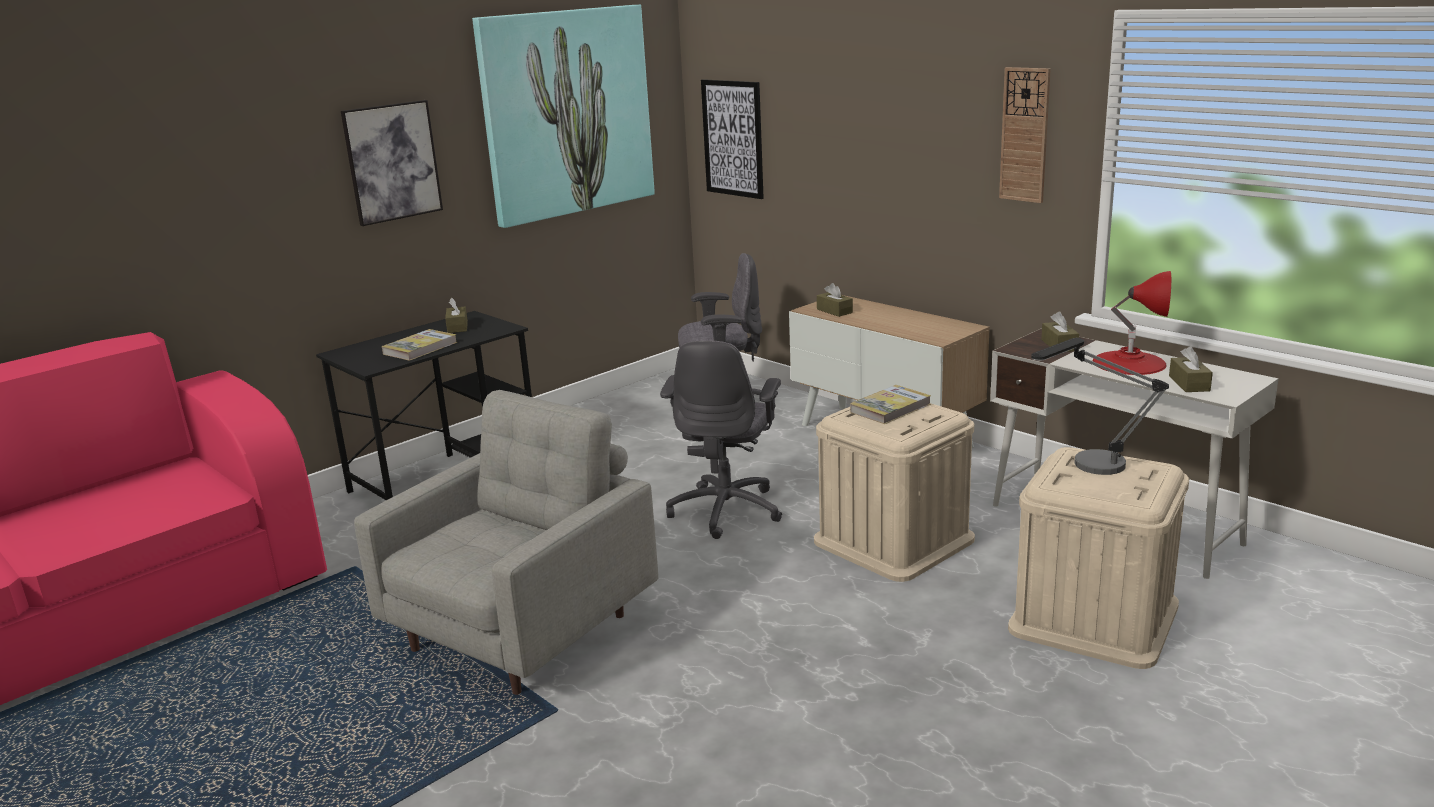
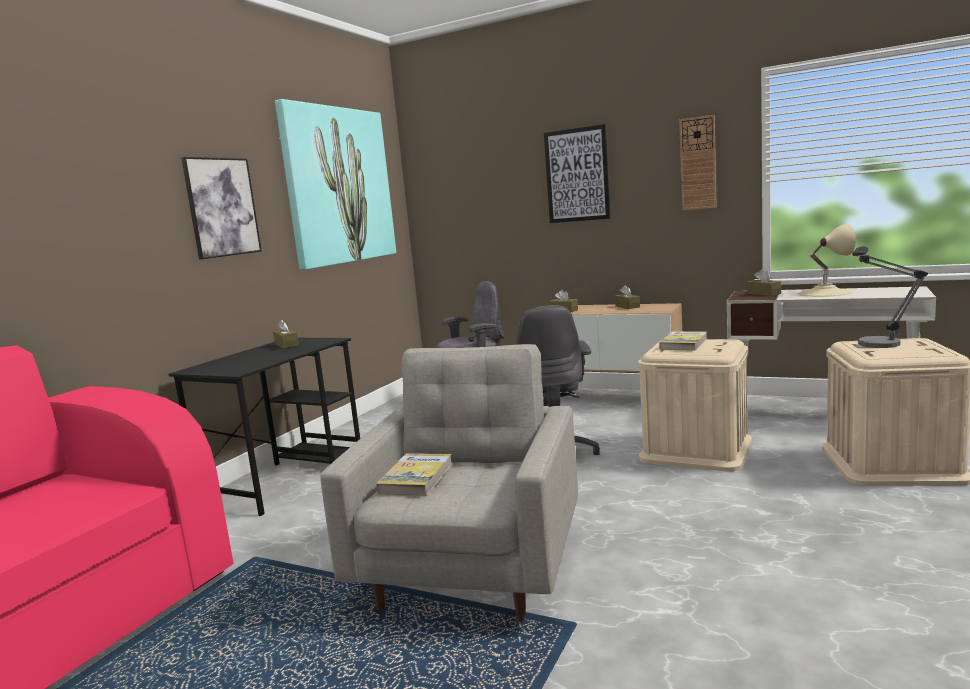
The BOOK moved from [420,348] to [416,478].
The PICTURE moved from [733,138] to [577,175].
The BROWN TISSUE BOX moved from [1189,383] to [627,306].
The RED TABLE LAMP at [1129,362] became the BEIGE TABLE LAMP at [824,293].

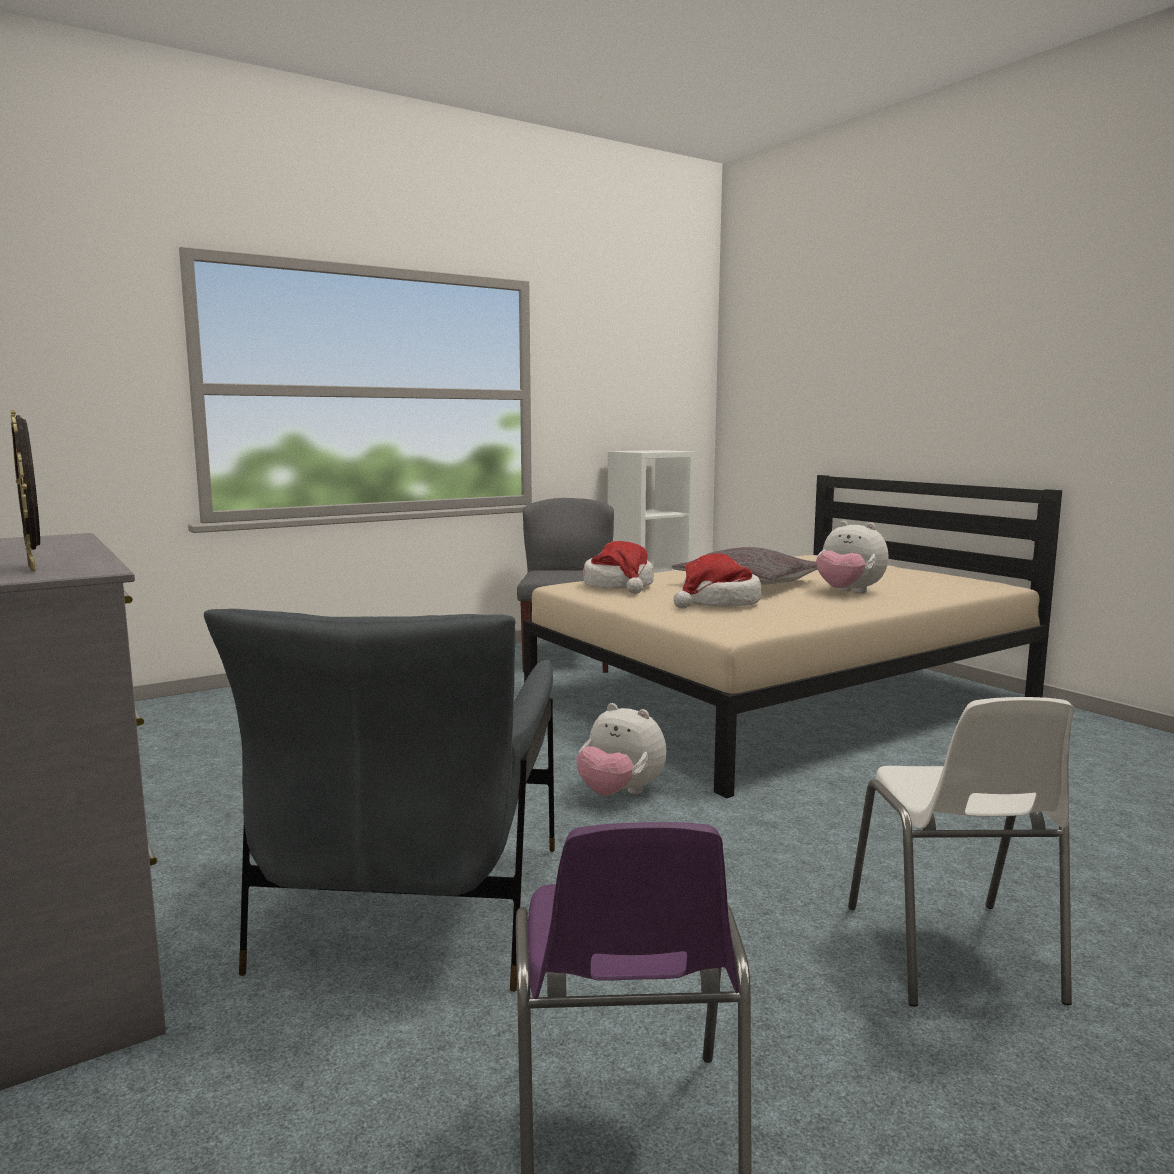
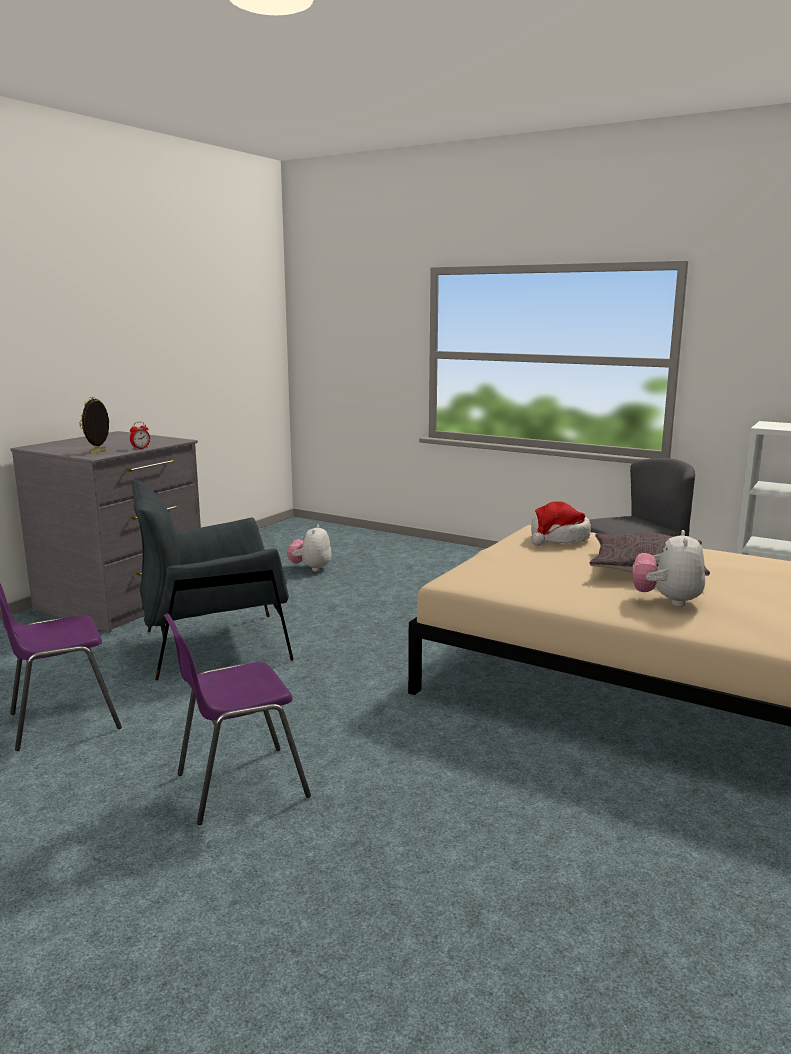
The HAT at [718,603] disappeared.
The ALARM CLOCK at [140,448] appeared.
The PLUSH TOY moved from [620,793] to [310,568].
The WHITE CHAIR at [953,956] became the PURPLE CHAIR at [238,785].

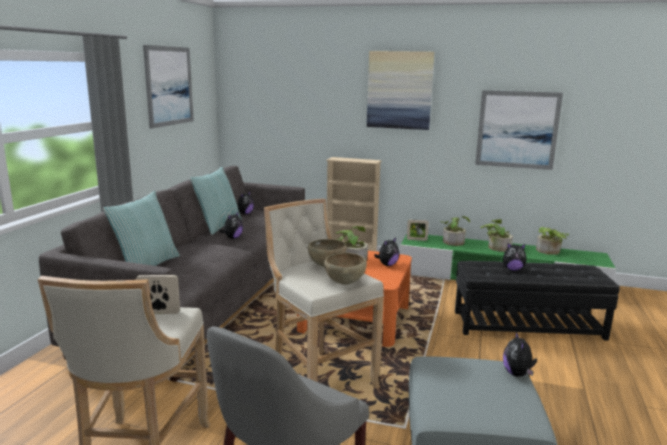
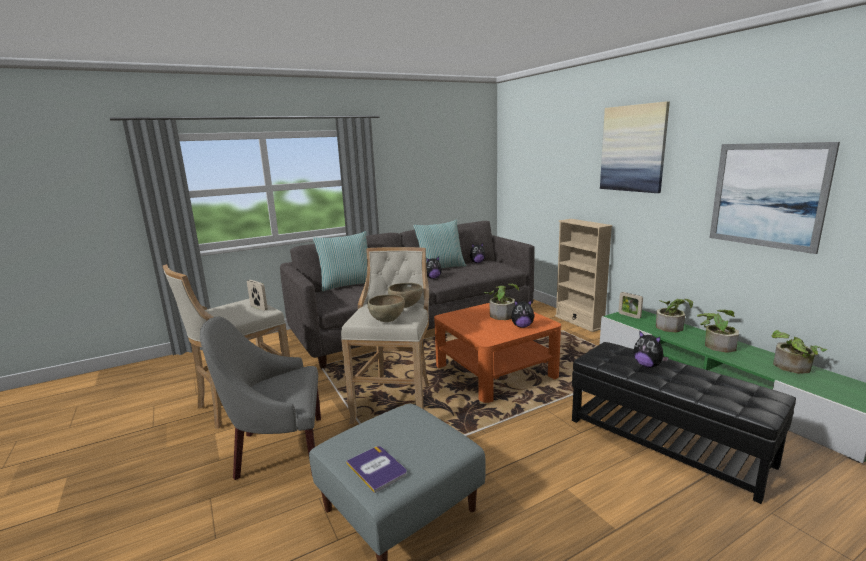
The PICTURE at [169,86] disappeared.
The PLUSH TOY at [517,374] disappeared.
The BOOK at [377,469] appeared.

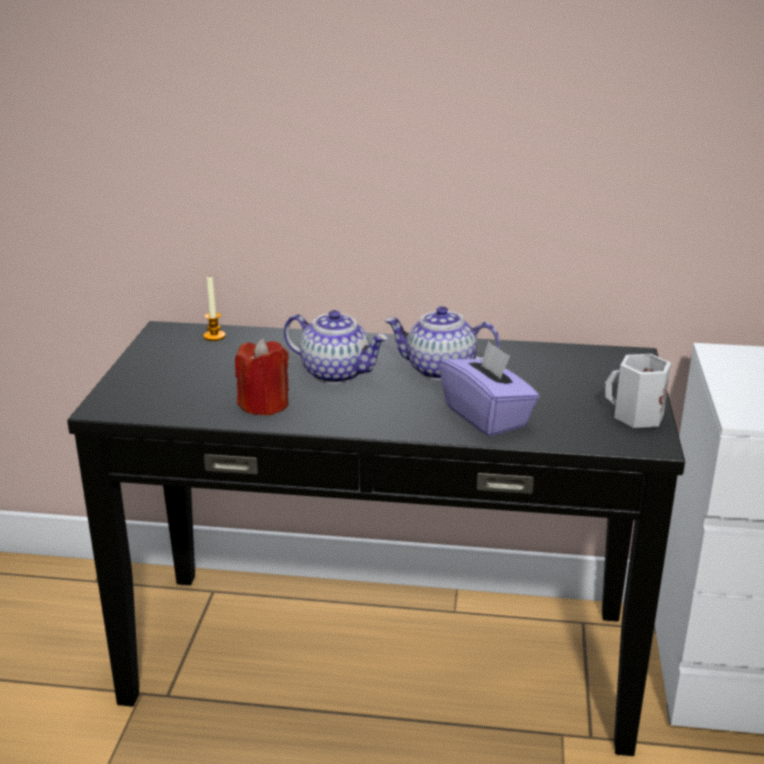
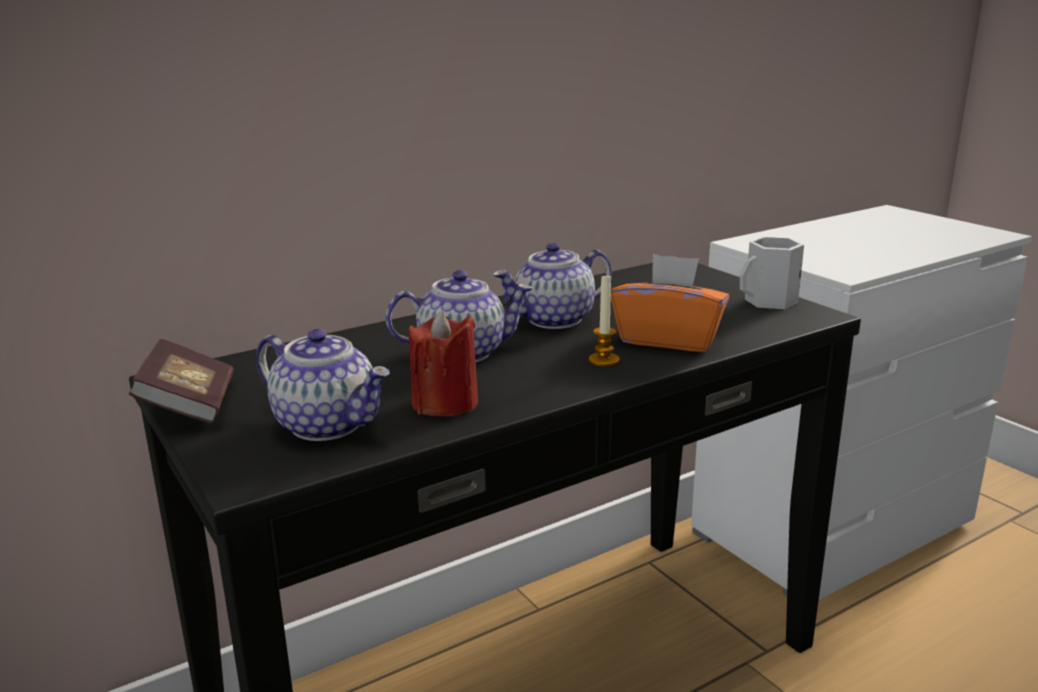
The BOOK at [189,406] appeared.
The TEAPOT at [328,424] appeared.
The CANDLE moved from [214,336] to [604,360].
The PURPLE TISSUE BOX at [487,416] became the ORANGE TISSUE BOX at [668,339].

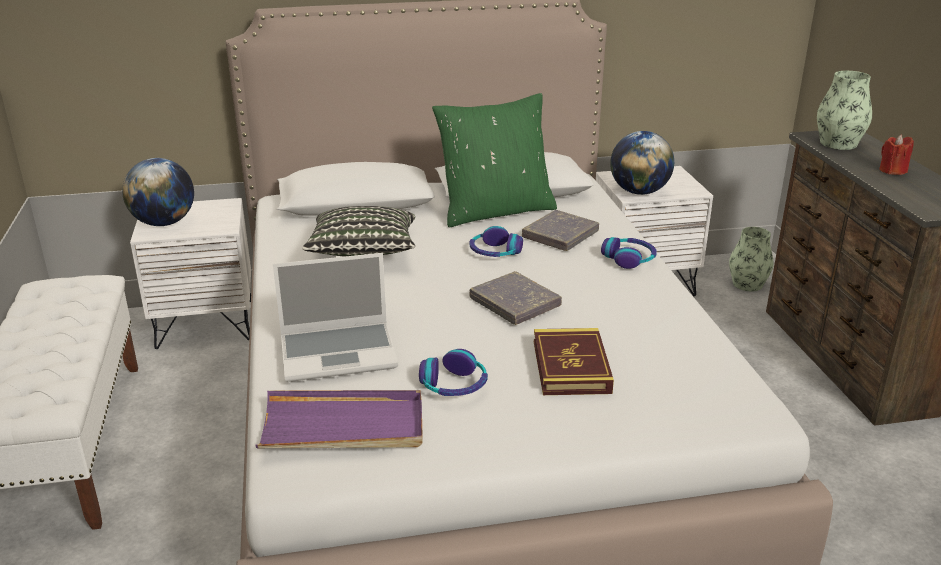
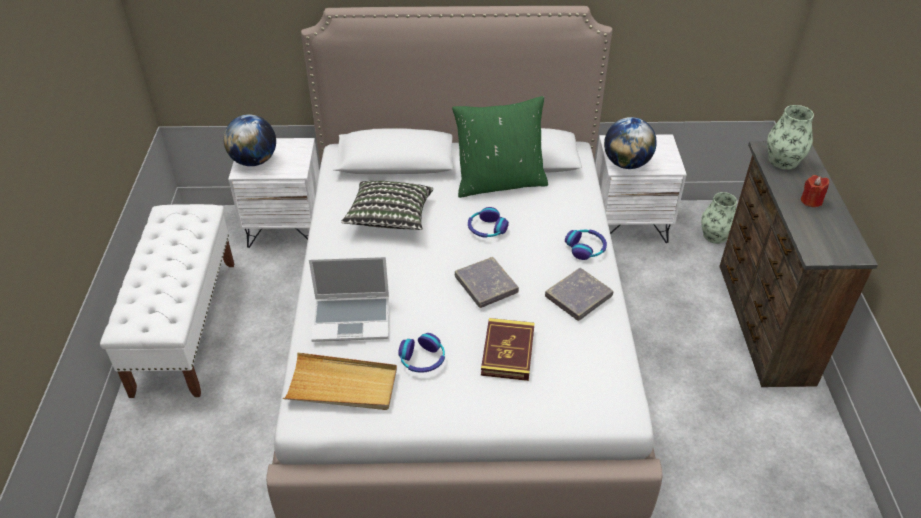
The GREY BOOK moved from [560,235] to [578,297].
The PURPLE TRAY at [343,426] became the BEIGE TRAY at [342,385].

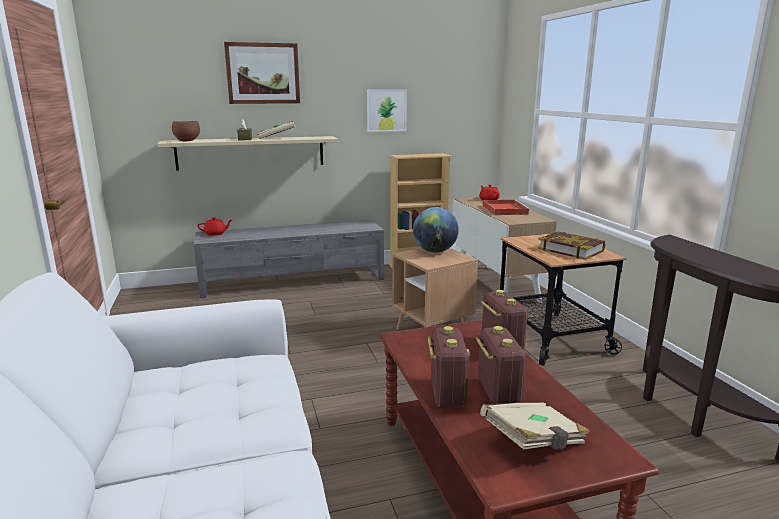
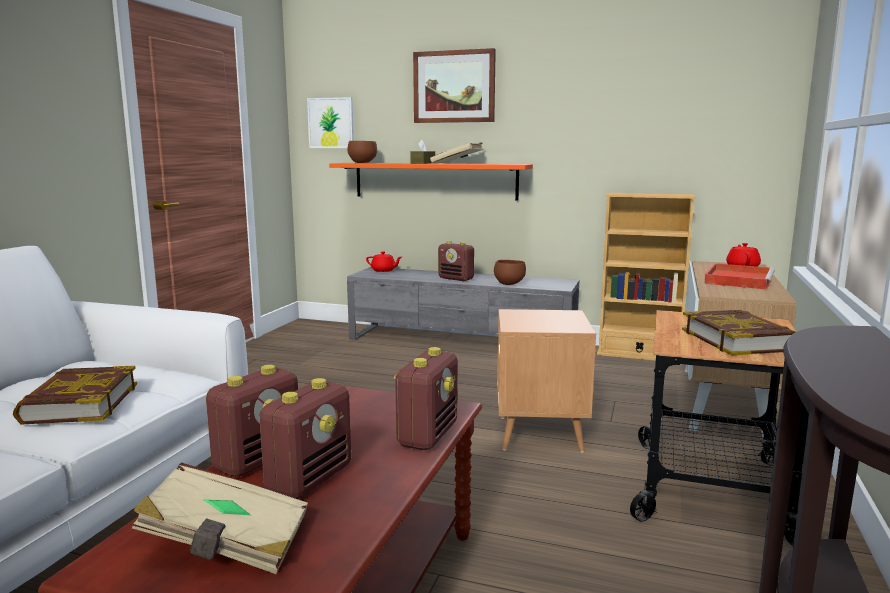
The GLOBE at [435,251] disappeared.
The BOOK at [80,403] appeared.
The RADIO at [456,279] appeared.
The BROWN BOWL at [509,284] appeared.
The PICTURE moved from [386,110] to [331,123].
The BEIGE SHELF at [251,152] became the ORANGE SHELF at [434,180].

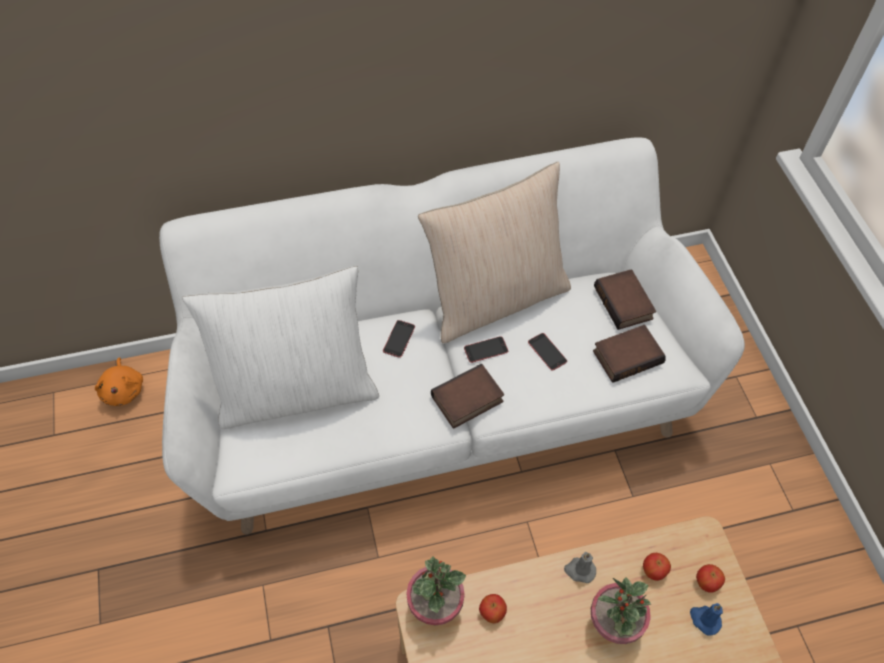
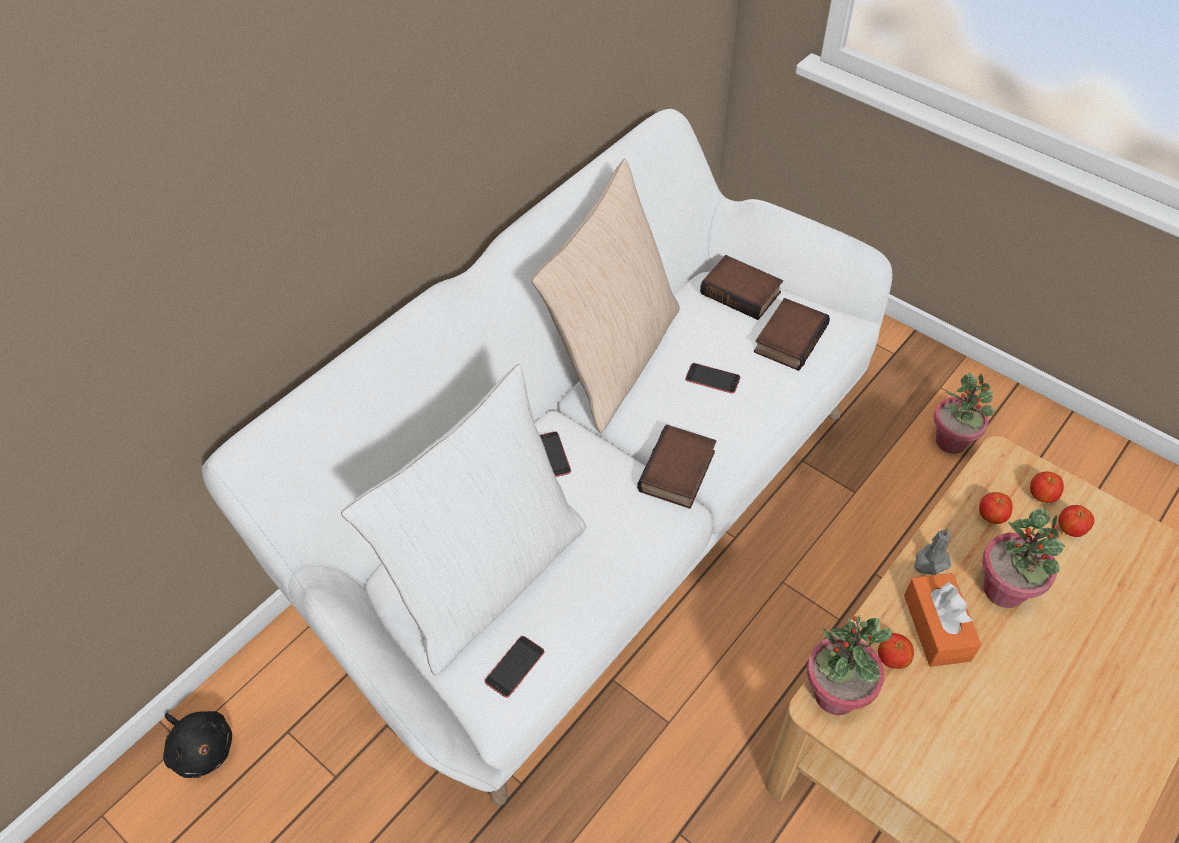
The ORANGE TISSUE BOX at [936,627] appeared.
The POTTED PLANT at [951,442] appeared.
The PHONE moved from [486,349] to [515,666].
The BLUE CANDLE at [704,619] was replaced by the APPLE at [1070,529].
The ORANGE PLUSH TOY at [124,390] became the BLACK PLUSH TOY at [202,748].

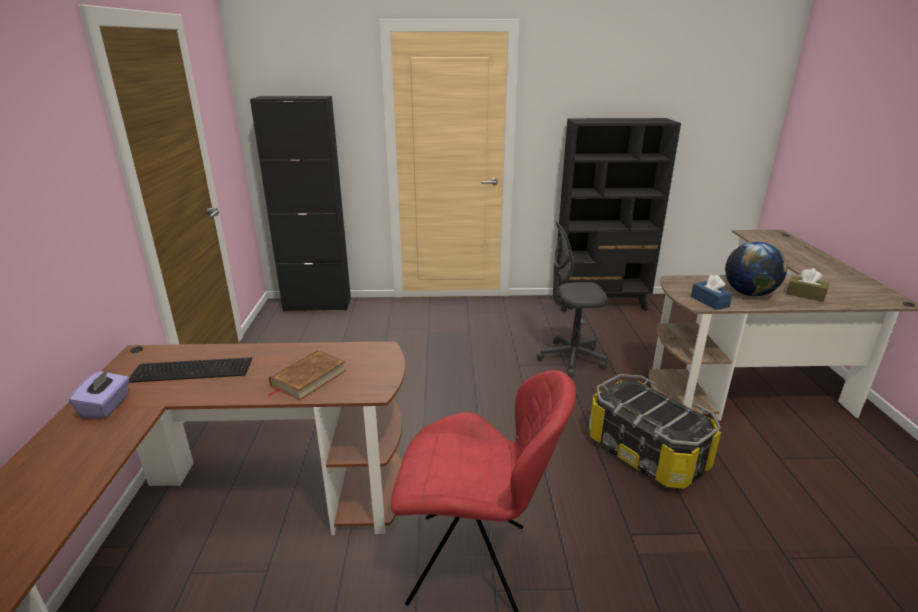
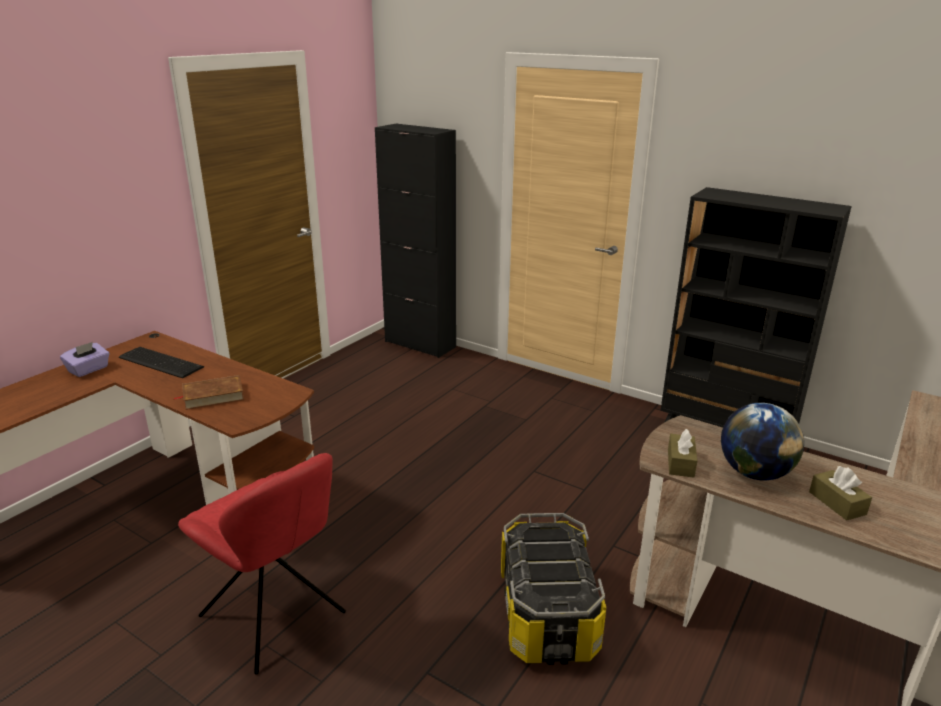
The GREY OFFICE CHAIR at [571,359] disappeared.
The BLUE TISSUE BOX at [709,301] became the BROWN TISSUE BOX at [680,463].

